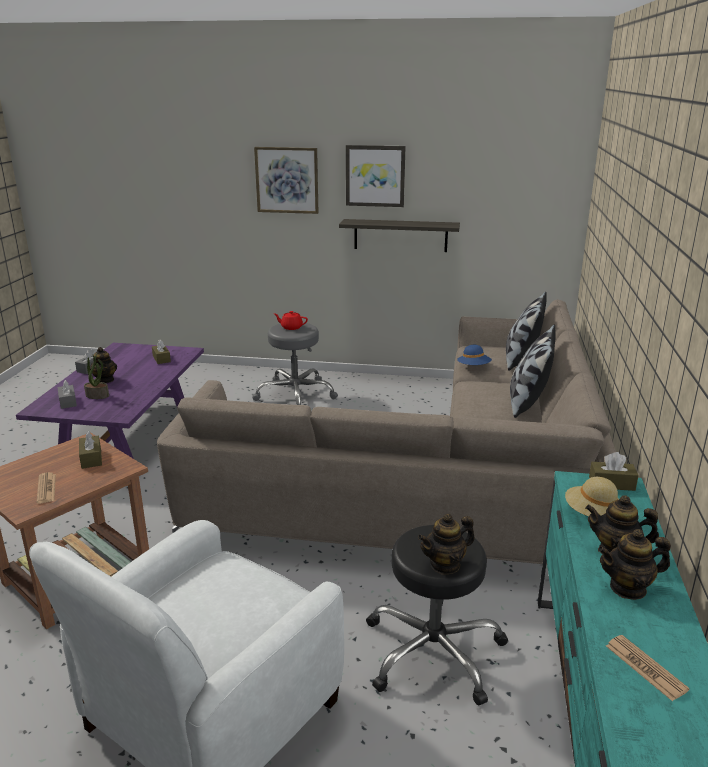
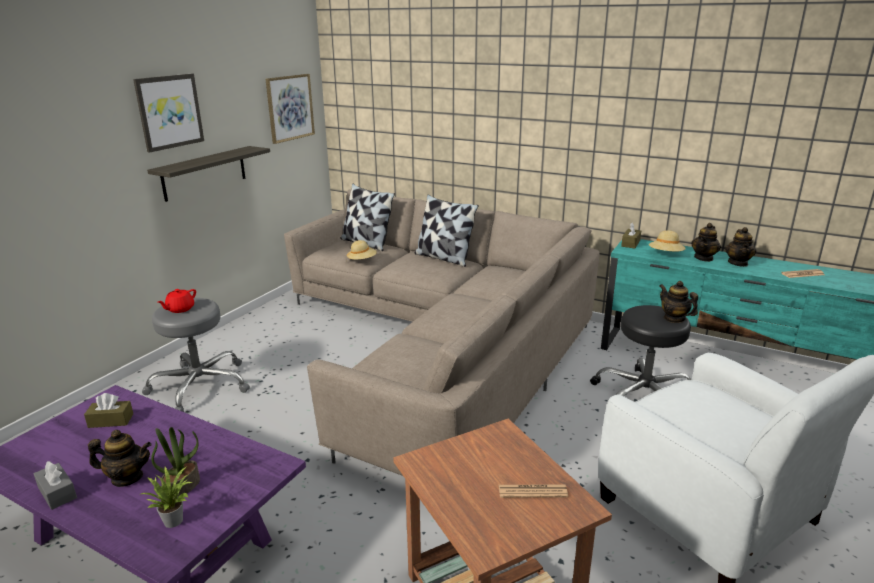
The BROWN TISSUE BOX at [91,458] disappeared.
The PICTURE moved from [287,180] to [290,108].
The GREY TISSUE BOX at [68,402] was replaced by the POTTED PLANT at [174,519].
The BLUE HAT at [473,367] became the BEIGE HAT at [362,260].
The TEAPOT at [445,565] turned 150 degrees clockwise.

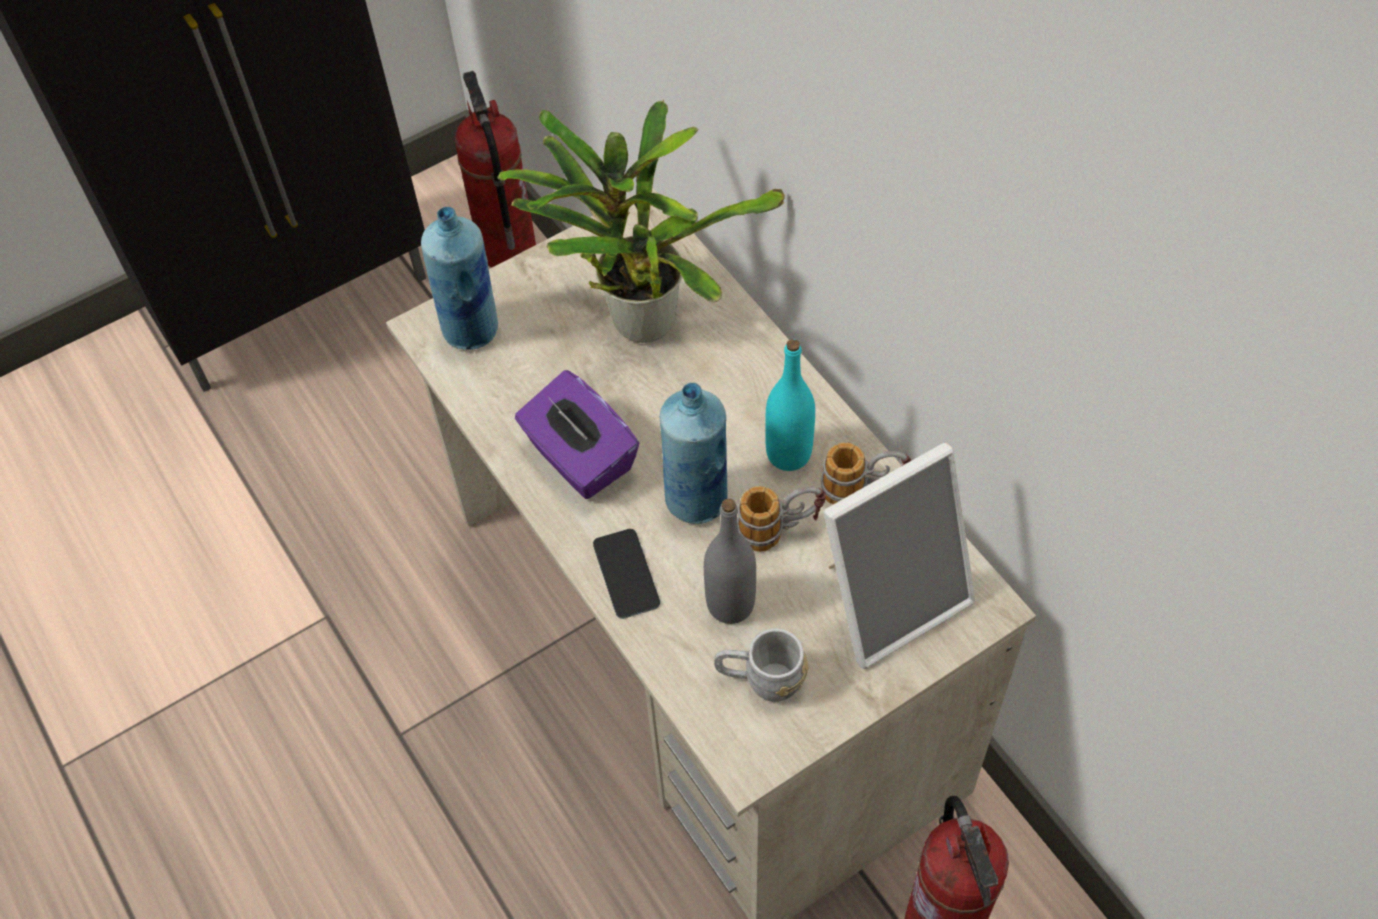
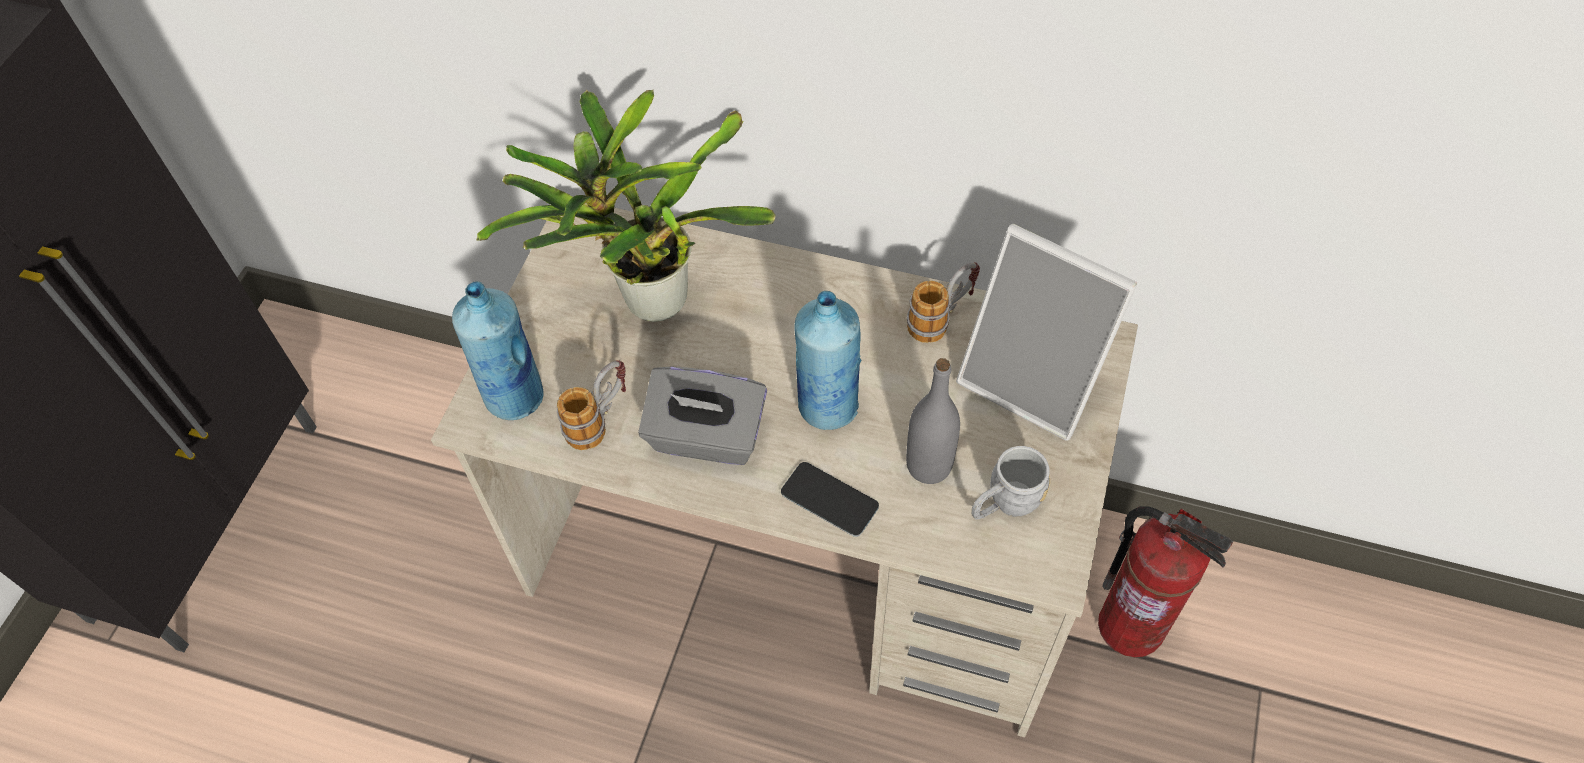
The FIRE EXTINGUISHER at [506,249] disappeared.
The TURQUOISE BOTTLE at [788,454] disappeared.
The MUG moved from [780,531] to [600,420].
The PURPLE TISSUE BOX at [579,458] became the GREY TISSUE BOX at [706,437].
The PICTURE FRAME at [890,598] turned 105 degrees clockwise.

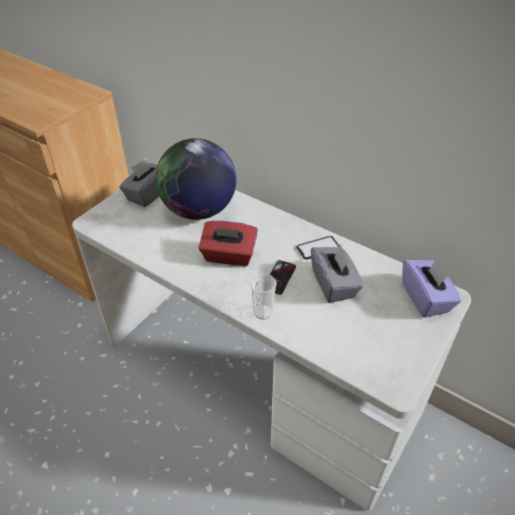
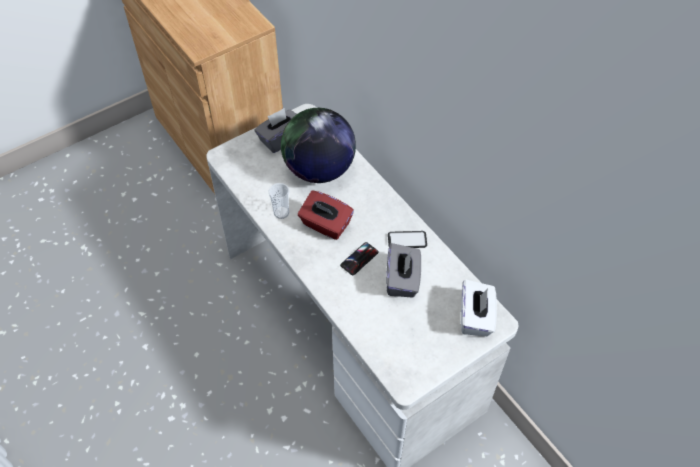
The CUP moved from [263,312] to [281,213].
The PURPLE TISSUE BOX at [426,298] became the WHITE TISSUE BOX at [475,317].

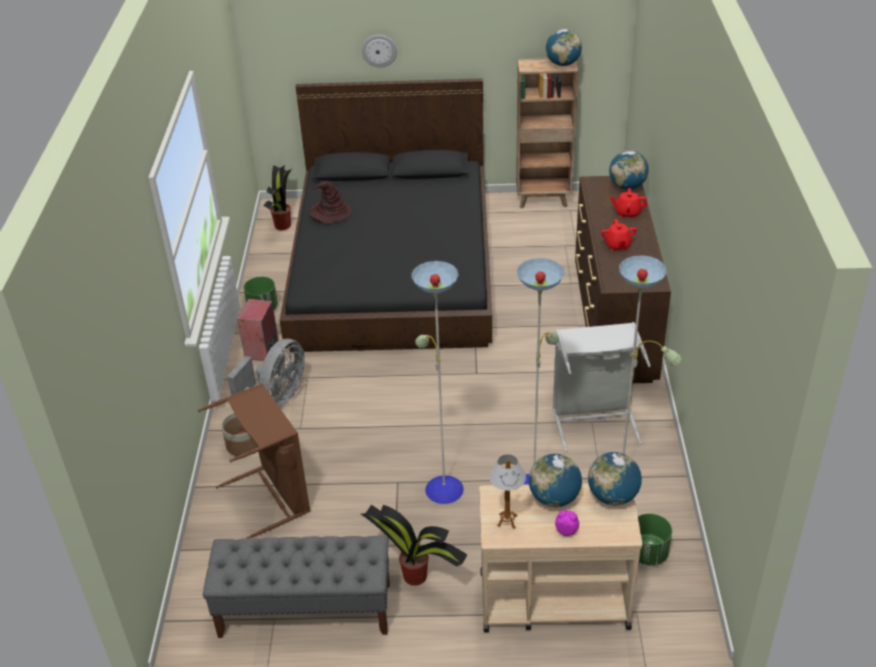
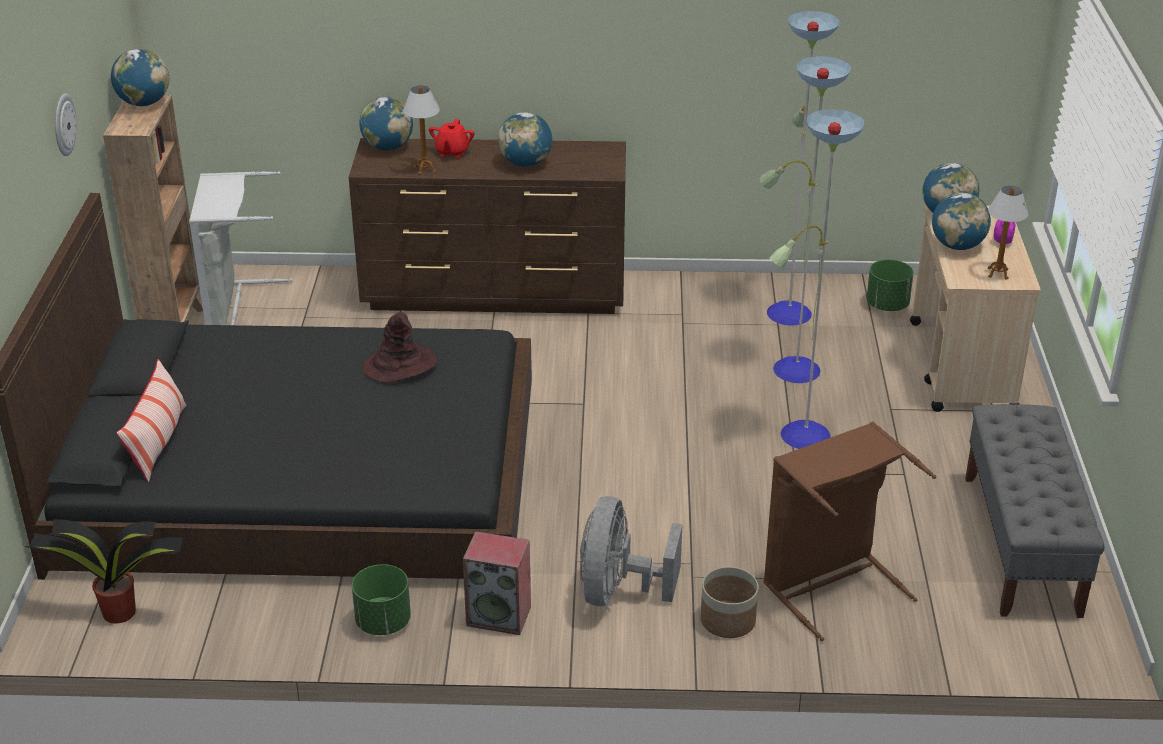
The POTTED PLANT at [416,576] disappeared.
The PILLOW at [158,442] appeared.
The TABLE LAMP at [424,169] appeared.
The BROWN HAT moved from [330,212] to [400,365].
The WALL CLOCK moved from [379,50] to [63,124].
The GREY LAUNDRY BASKET moved from [594,419] to [237,307].
The RED TEAPOT at [617,245] was replaced by the GLOBE at [525,163].
The GREY FAN at [277,396] turned 105 degrees counterclockwise.

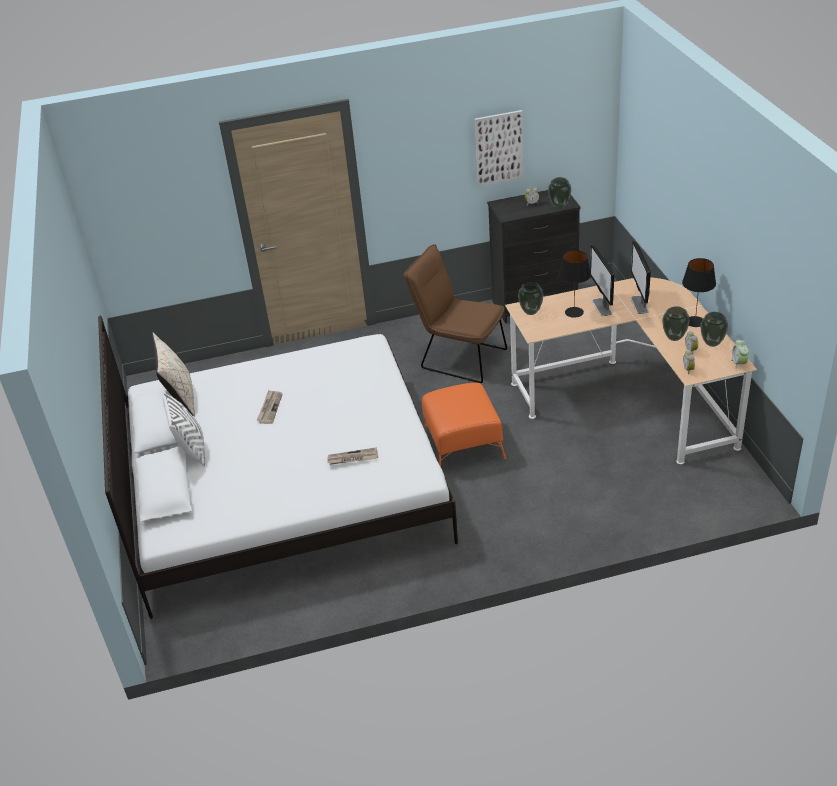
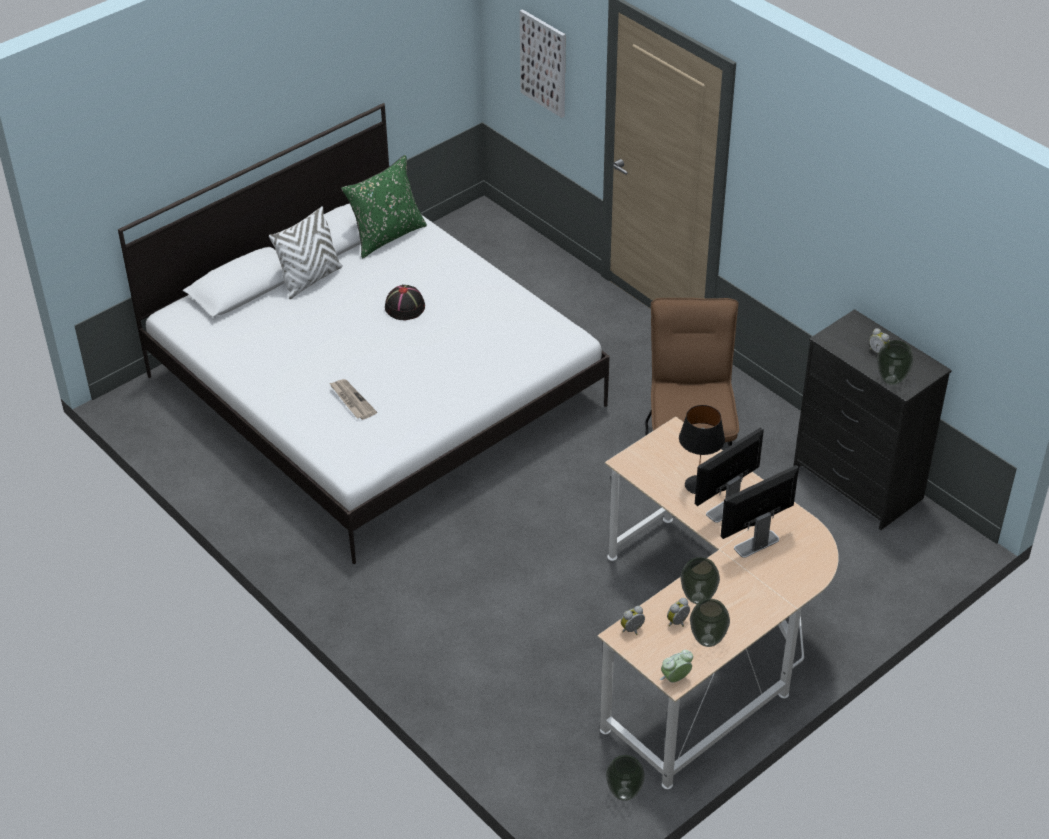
The ORANGE OTTOMAN at [463,444] disappeared.
The BLACK TABLE LAMP at [695,322] disappeared.
The PICTURE moved from [499,148] to [543,63].
The VASE moved from [531,312] to [624,794].
The NEWSPAPER at [270,408] was replaced by the BLACK HAT at [405,307].
The BEIGE PILLOW at [180,398] became the GREEN PILLOW at [386,236].

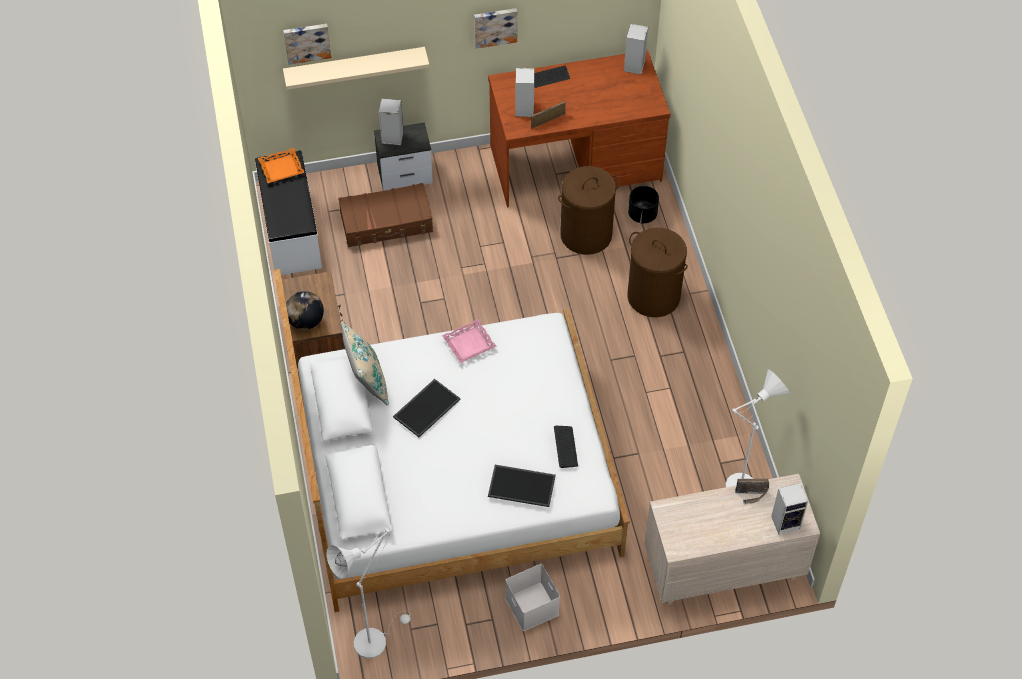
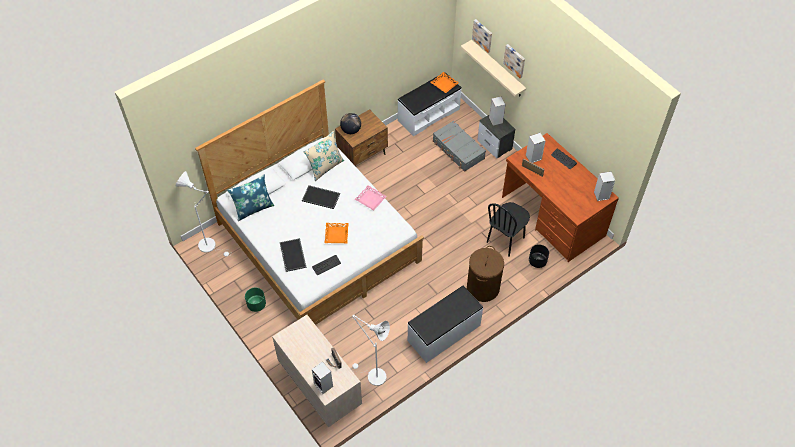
The BLUE PILLOW at [253,208] appeared.
The ORANGE TRAY at [336,234] appeared.
The WHITE BENCH at [444,333] appeared.
The PICTURE moved from [495,26] to [515,60].
The WHITE STORAGE BOX at [530,606] was replaced by the GREEN PLANTER at [256,304].
The BROWN LAUNDRY BASKET at [586,235] was replaced by the BLACK CHAIR at [505,240].
The BROWN SUITCASE at [386,223] became the GREY SUITCASE at [458,150].

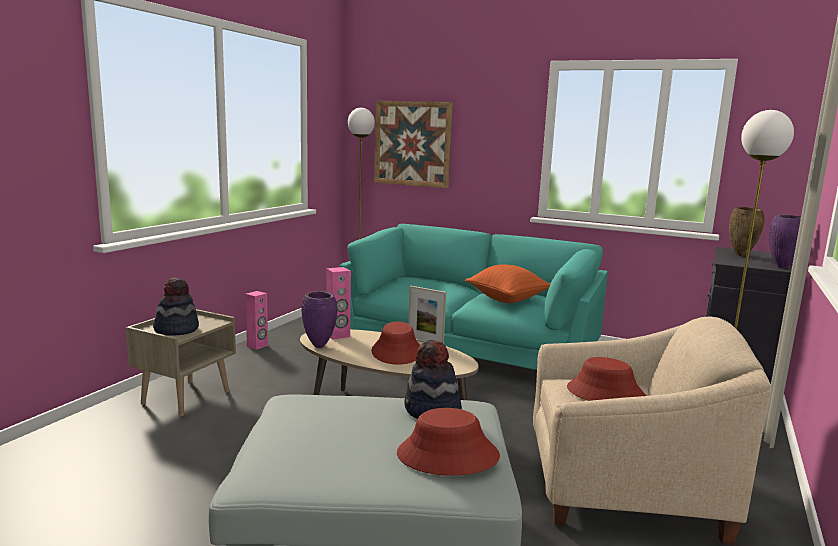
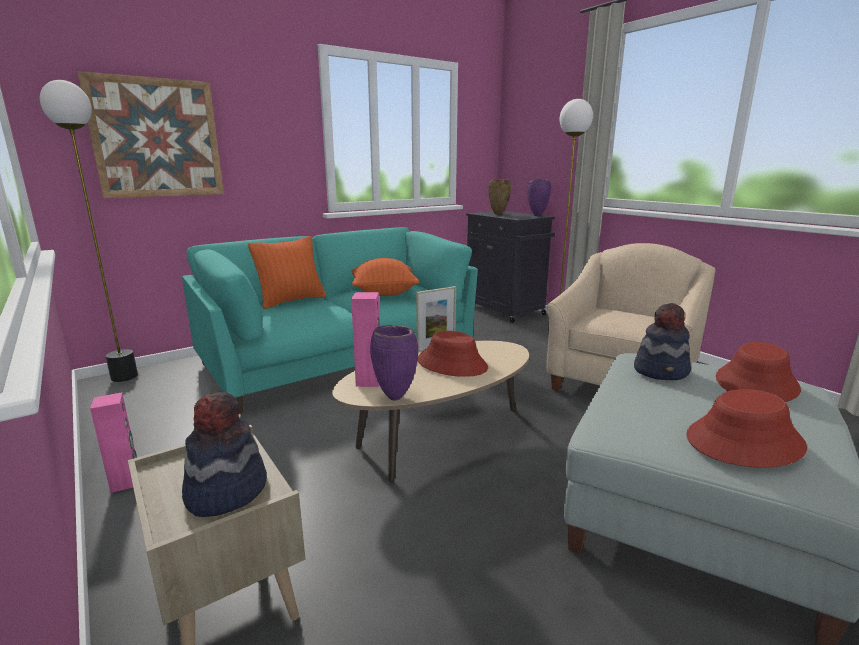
The ORANGE PILLOW at [291,301] appeared.
The RED HAT moved from [605,394] to [744,442].

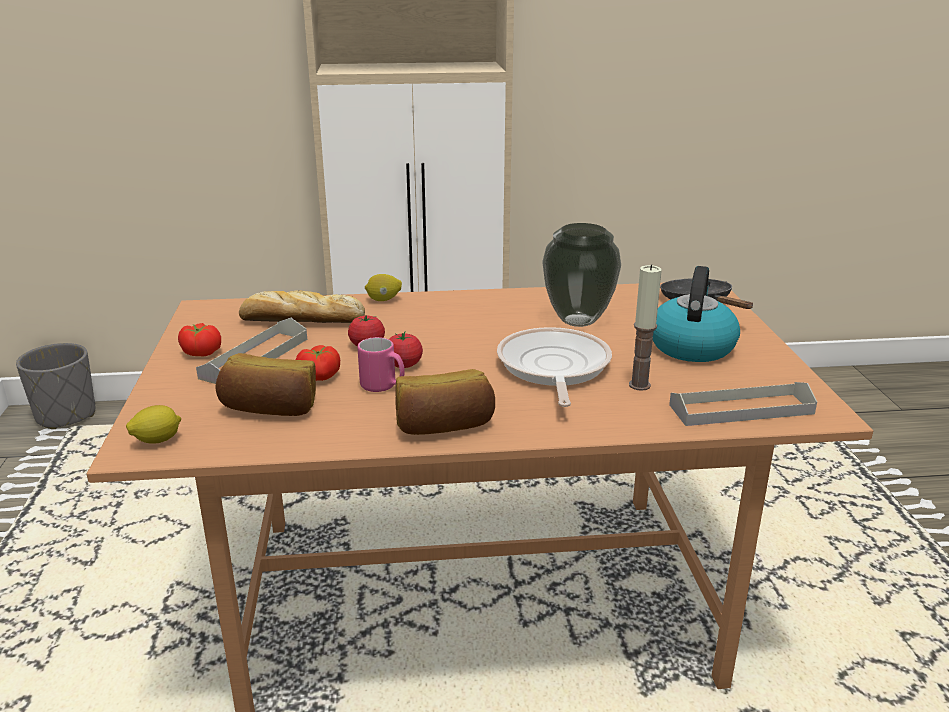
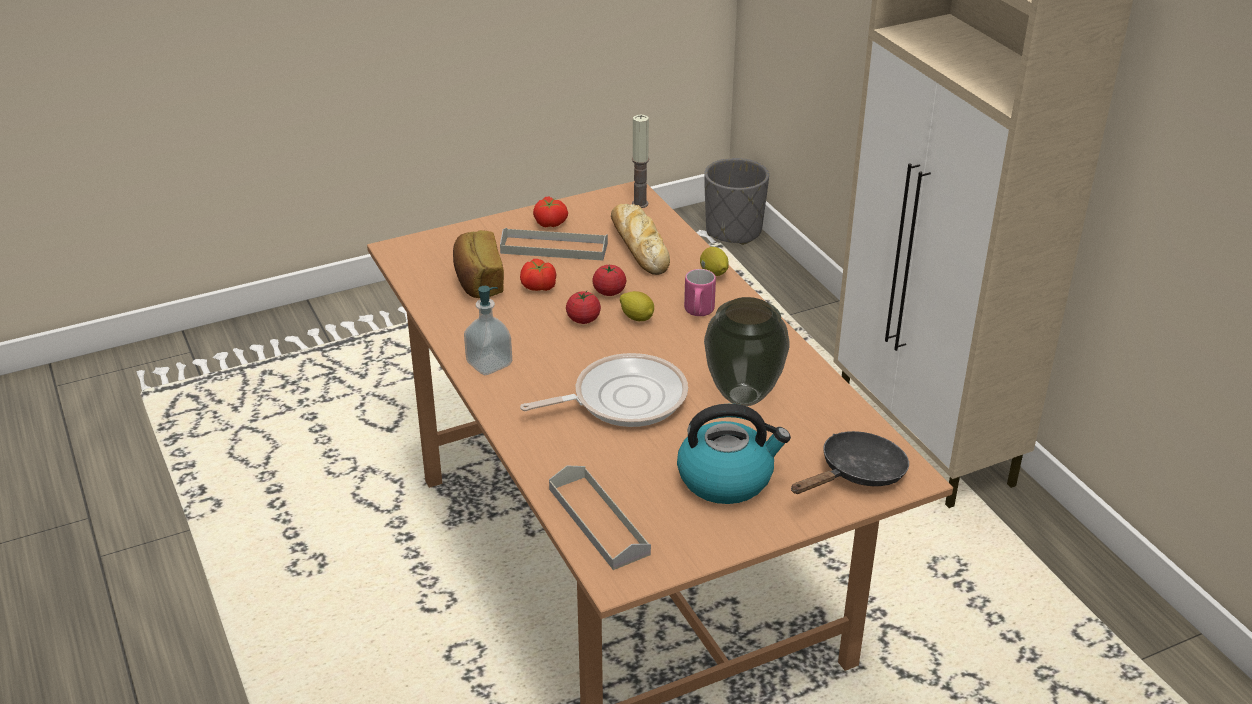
The LEMON moved from [157,440] to [637,318].
The PINK MUG moved from [383,387] to [698,312].
The CANDLE moved from [639,385] to [640,204].
The BREAD at [444,425] was replaced by the SOAP DISPENSER at [489,364].

